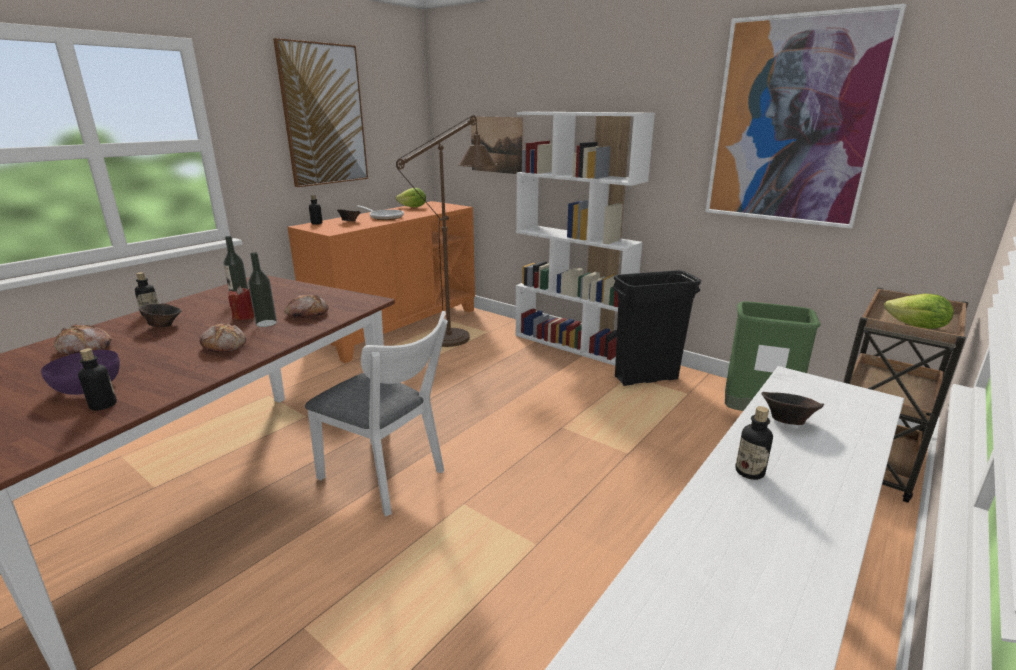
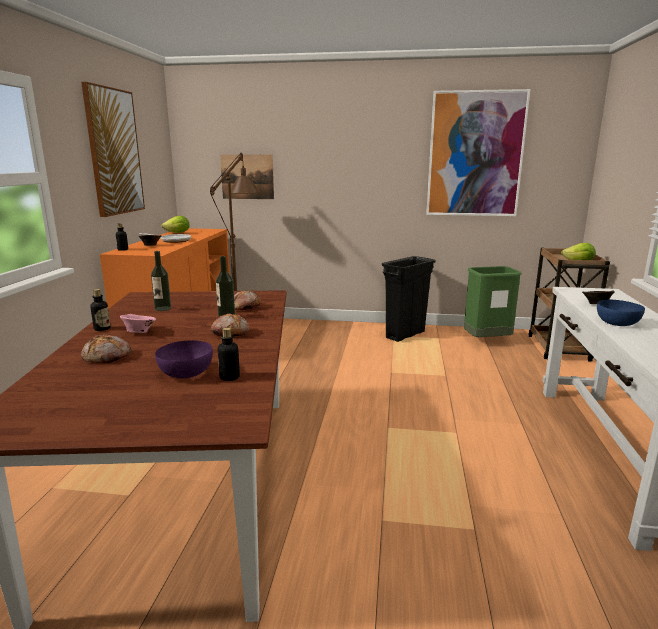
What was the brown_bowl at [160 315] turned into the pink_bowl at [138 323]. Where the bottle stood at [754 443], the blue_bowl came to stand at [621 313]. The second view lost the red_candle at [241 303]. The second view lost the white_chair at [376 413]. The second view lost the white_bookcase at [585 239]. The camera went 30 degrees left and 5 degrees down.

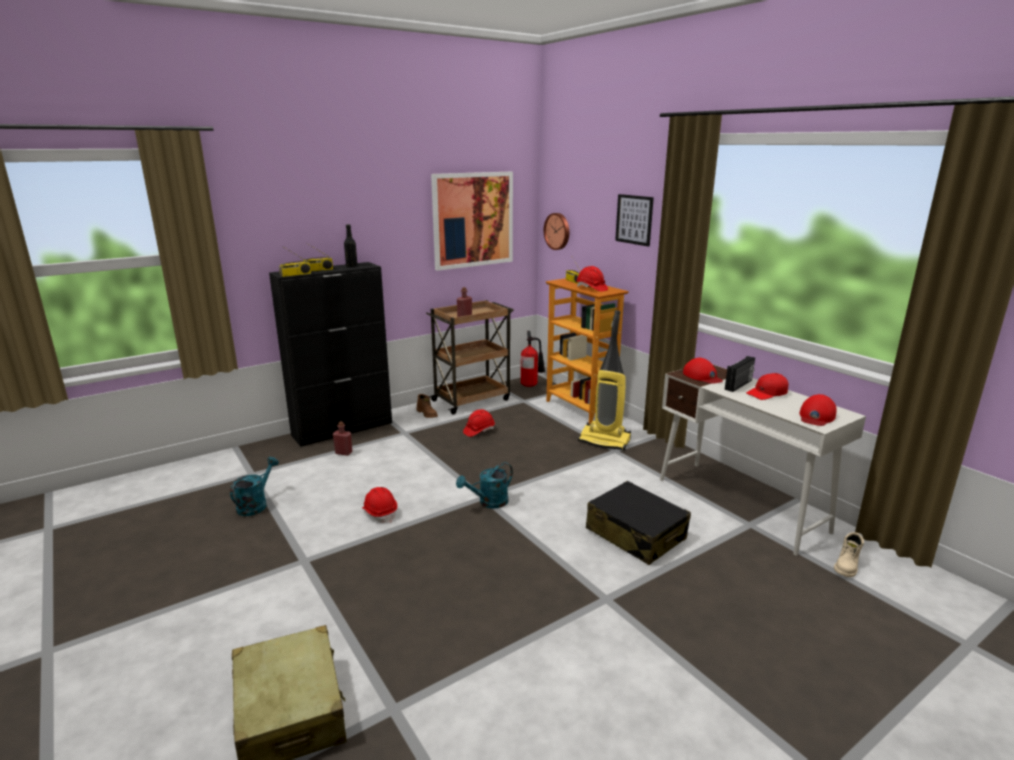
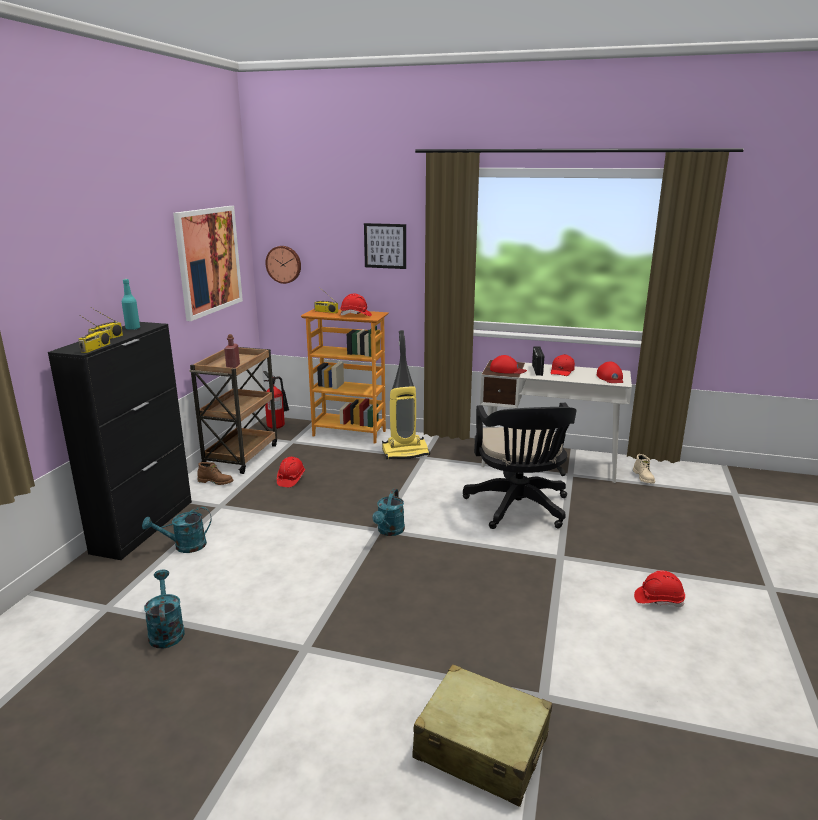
What was the black_bottle at [351 245] turned into the turquoise_bottle at [131 304]. Where the red_bottle stood at [342 439], the turquoise_watering_can came to stand at [176 530]. Where the black_suitcase stood at [638 523], the black_office_chair came to stand at [519 466]. The red_hard_hat ended up elsewhere, having gone from [379 505] to [659 589]. The camera went 40 degrees left and 0 degrees up.

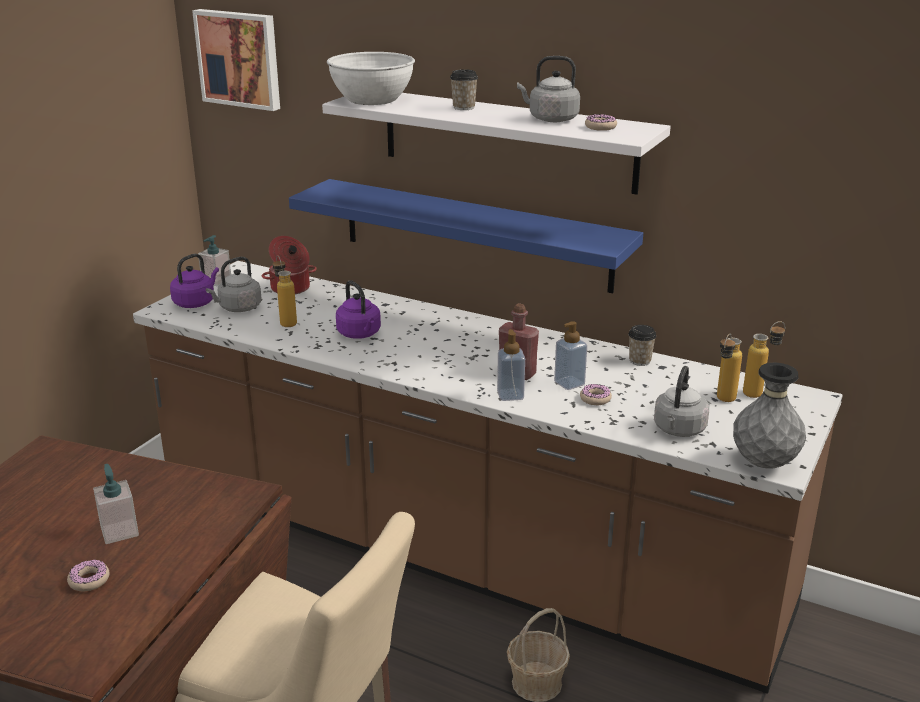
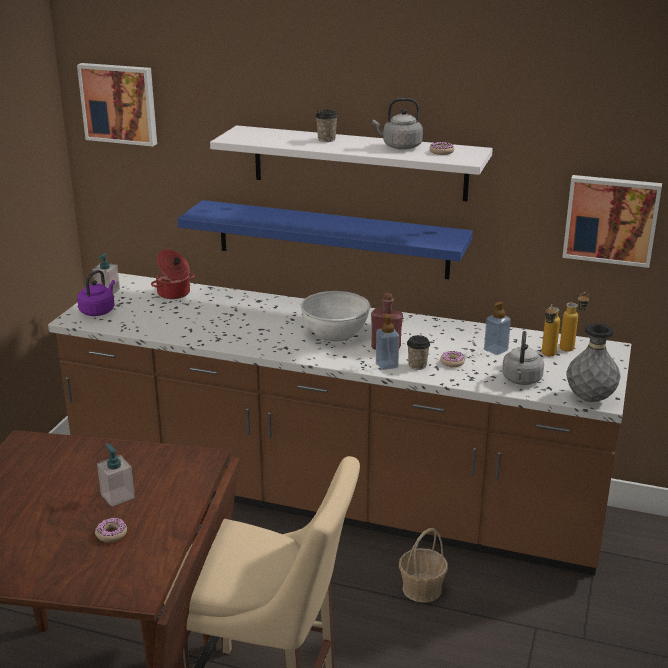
The white_bowl ended up elsewhere, having gone from [371 78] to [336 316]. The cup ended up elsewhere, having gone from [642 345] to [418 352]. The soap_dispenser ended up elsewhere, having gone from [570 355] to [497 328]. The second view gained the picture at [612 221]. The second view lost the grey_kettle at [234 284]. The second view lost the bottle at [285 291]. The second view lost the purple_kettle at [358 309]. The camera went 10 degrees left and 0 degrees up.

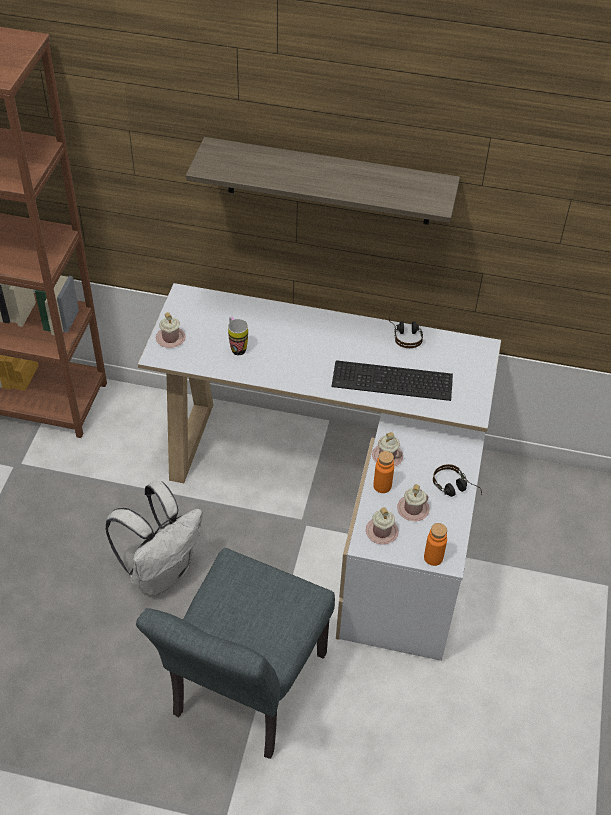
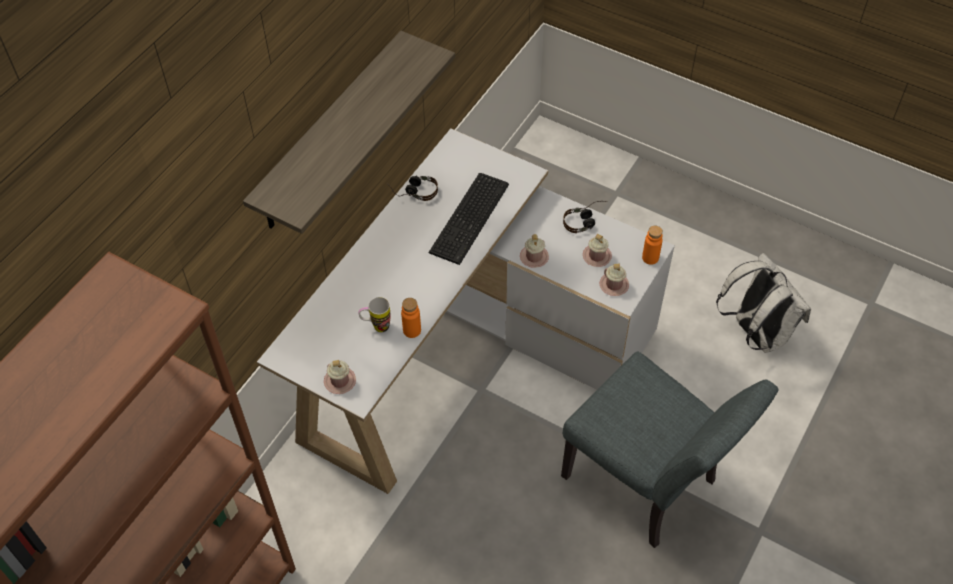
The orange_bottle ended up elsewhere, having gone from [383 472] to [411 318]. The white_backpack ended up elsewhere, having gone from [154 538] to [763 303]. The camera went 70 degrees left and 5 degrees up.

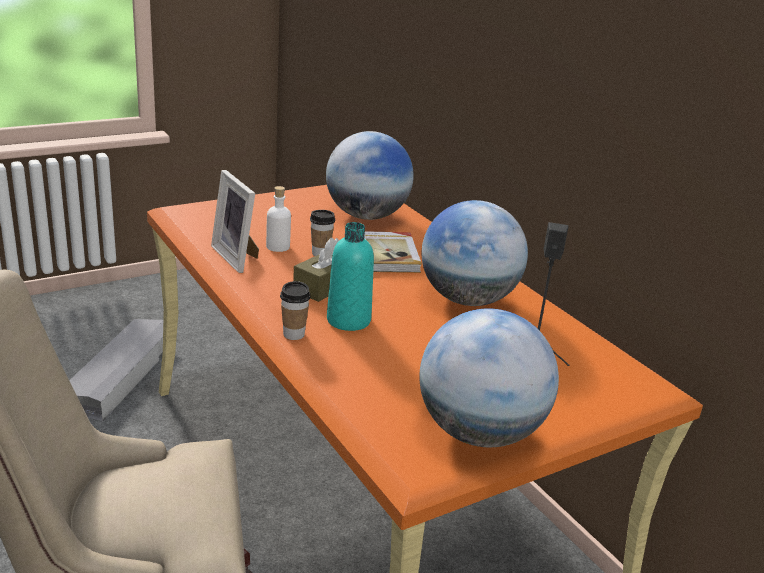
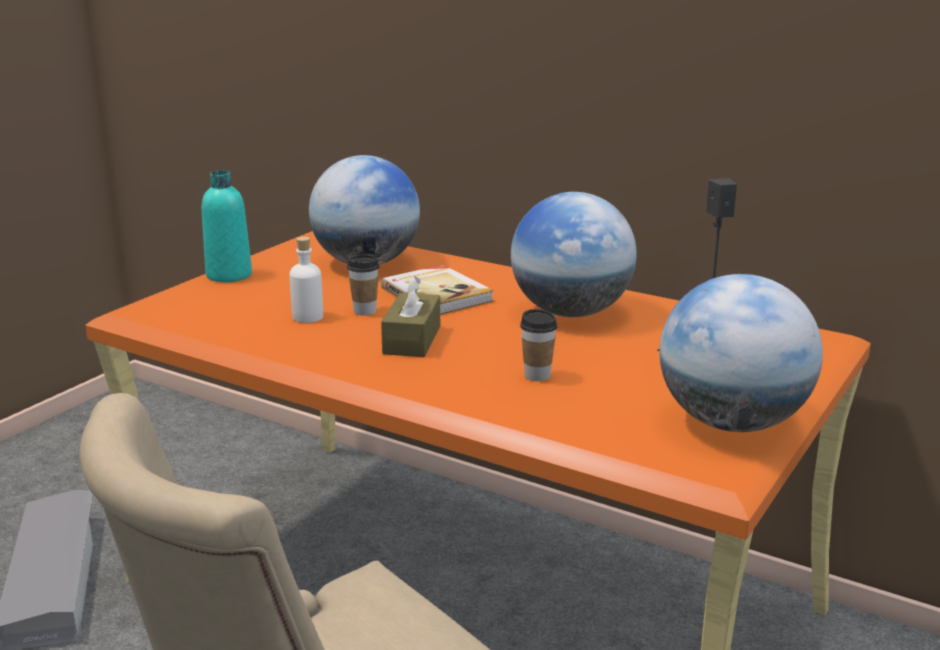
The turquoise_bottle ended up elsewhere, having gone from [350 276] to [227 226]. The cup ended up elsewhere, having gone from [295 310] to [538 345]. The second view lost the picture_frame at [235 221]. The camera went 25 degrees left and 5 degrees down.

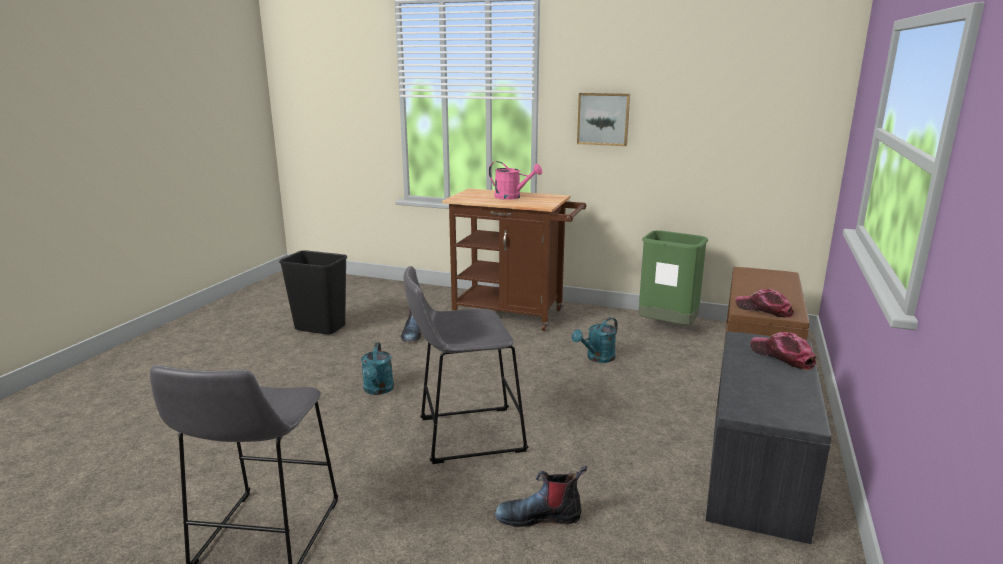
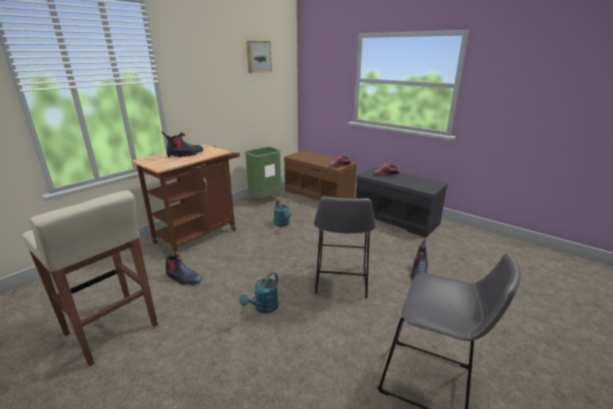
Where the black_trash_can stood at [313 292], the beige_stool came to stand at [90 278]. Where the pink_watering_can stood at [515 180], the boot came to stand at [182 144]. The turquoise_watering_can at [377 368] ended up facing another way, 105 degrees clockwise from before. The picture ended up elsewhere, having gone from [603 119] to [259 57]. The camera went 70 degrees left and 5 degrees up.

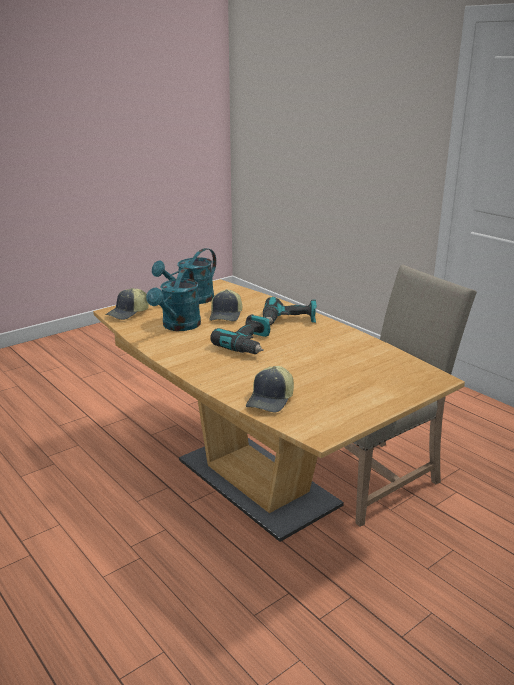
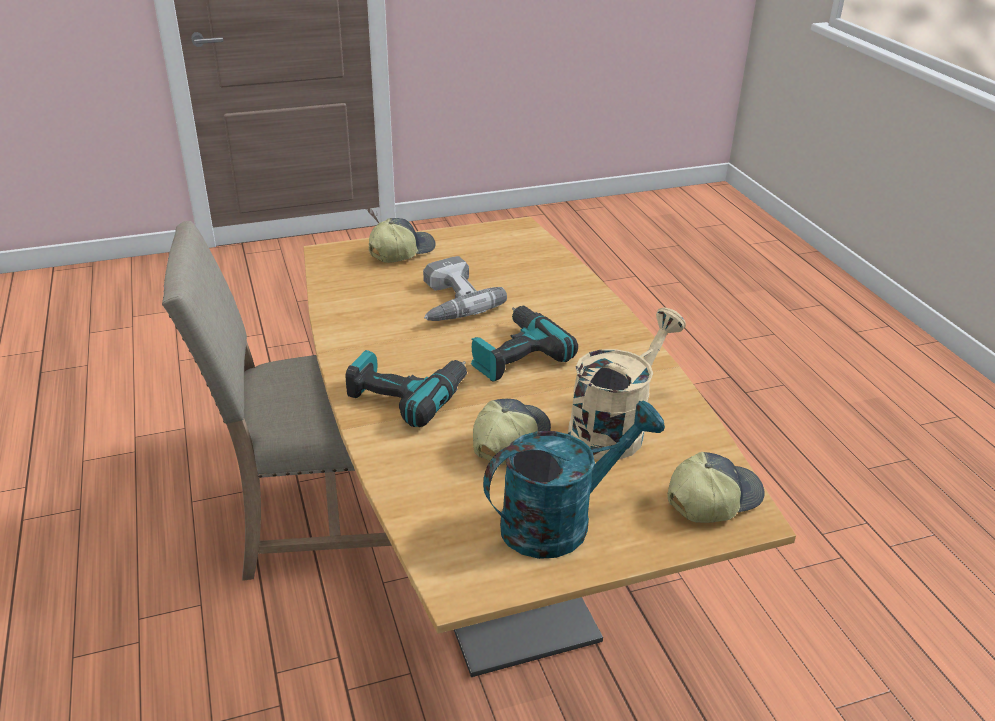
The cap ended up elsewhere, having gone from [270 389] to [402 240]. The second view gained the power_drill at [465 288]. What was the turquoise_watering_can at [173 299] turned into the beige_watering_can at [627 383]. The camera went 160 degrees left and 10 degrees up.

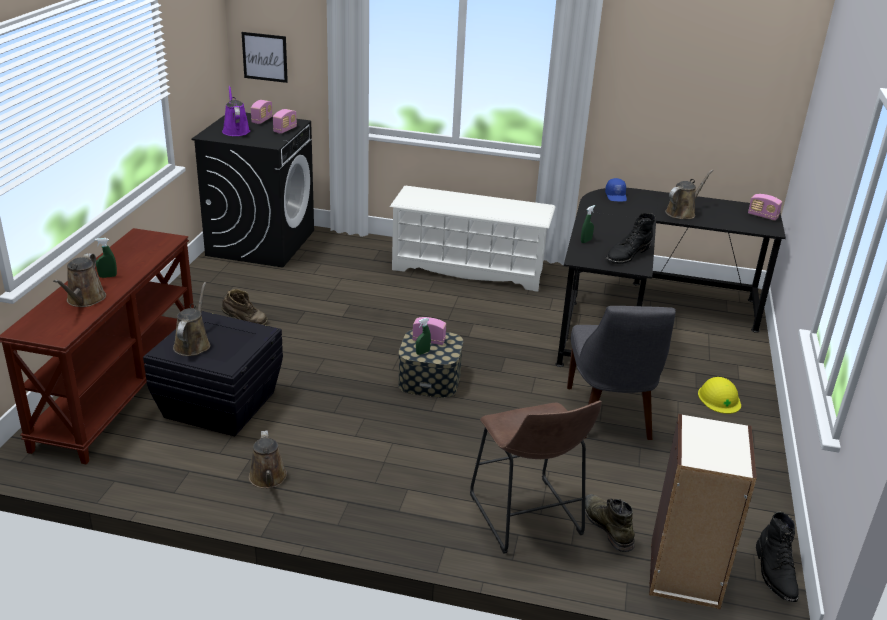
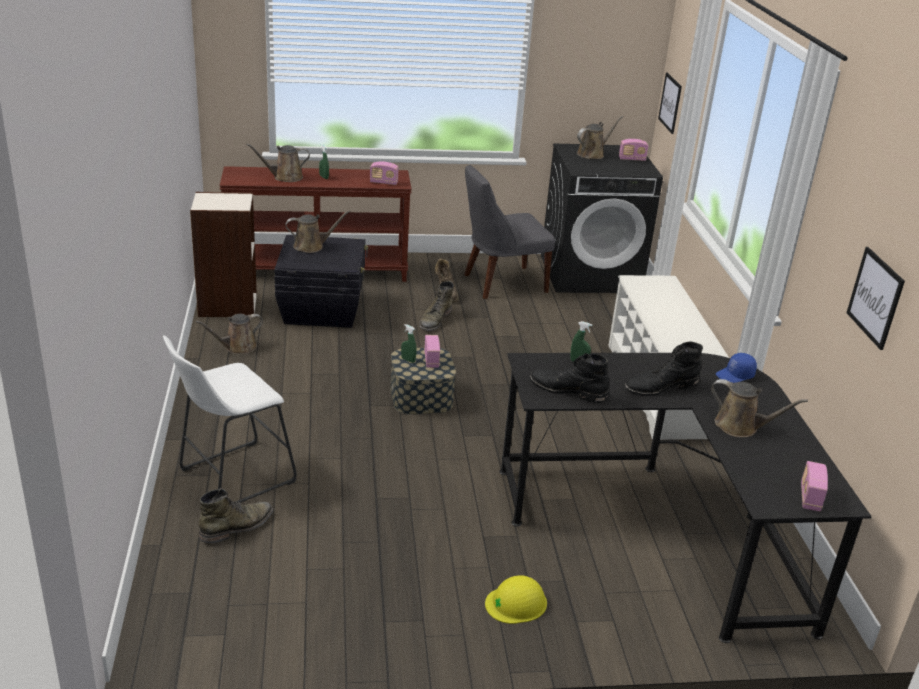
What was the brown_stool at [536 477] turned into the white_stool at [230 419]. The bookcase ended up elsewhere, having gone from [703 511] to [223 254]. The radio ended up elsewhere, having gone from [285 121] to [384 173]. The second view gained the green_boot at [436 306]. The grey_chair ended up elsewhere, having gone from [621 373] to [509 232]. What was the purple_watering_can at [236 111] turned into the brown_watering_can at [600 137]. The black_boot ended up elsewhere, having gone from [777 557] to [664 368]. The second view gained the picture at [876 298]. The camera went 70 degrees right and 0 degrees up.

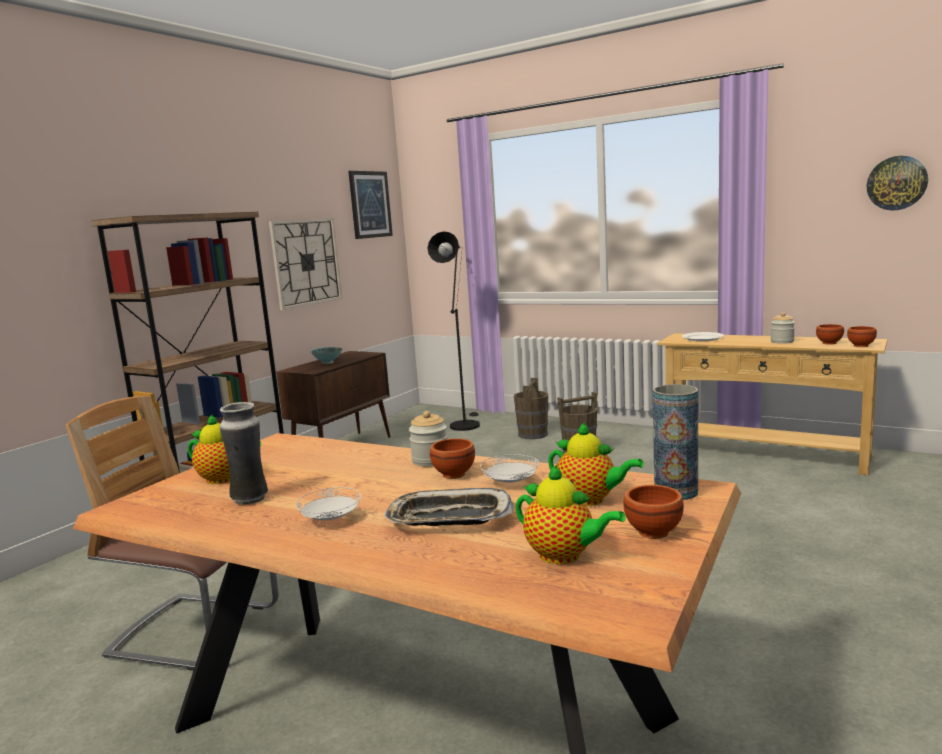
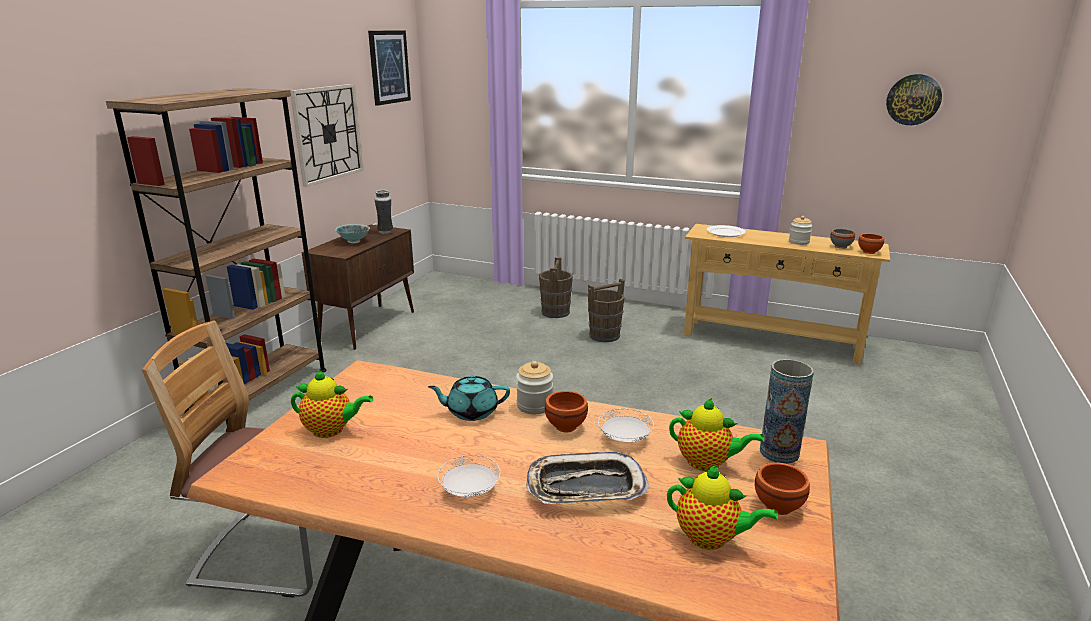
The vase ended up elsewhere, having gone from [244 453] to [384 212]. The second view gained the turquoise_teapot at [469 398]. What was the brown_bowl at [830 334] turned into the grey_bowl at [842 239]. The second view lost the black_floor_lamp at [454 331]. The camera went 10 degrees left and 10 degrees up.

